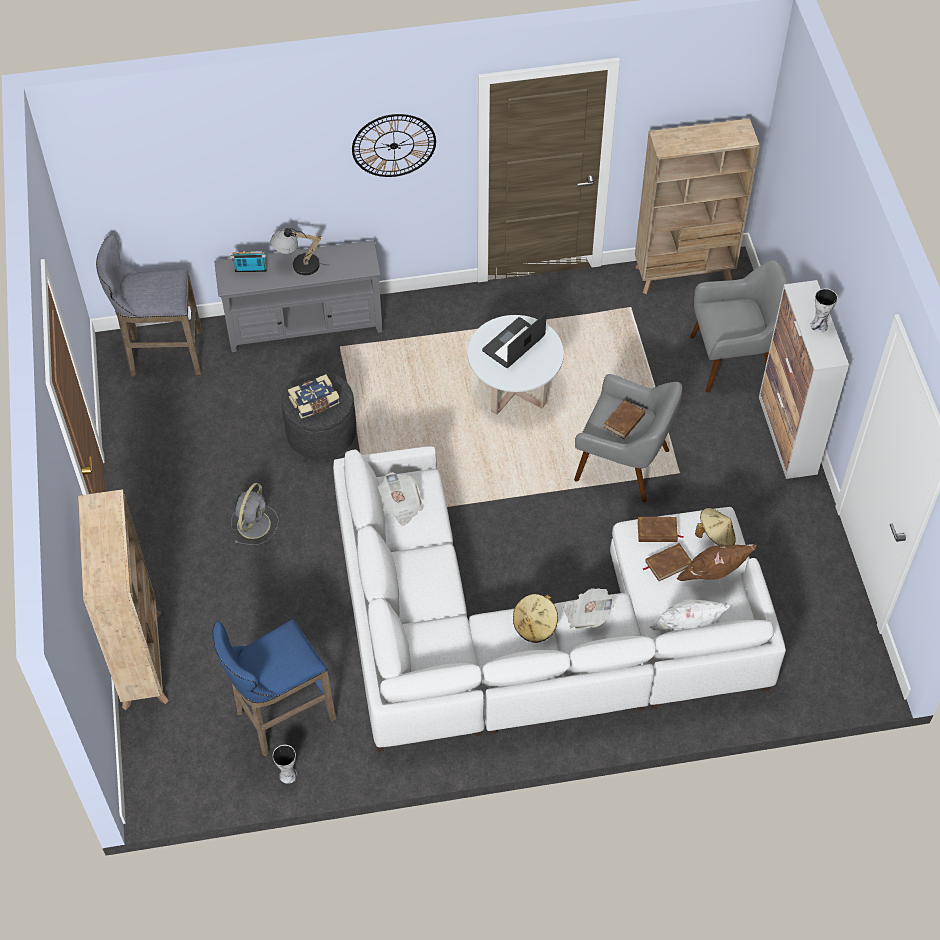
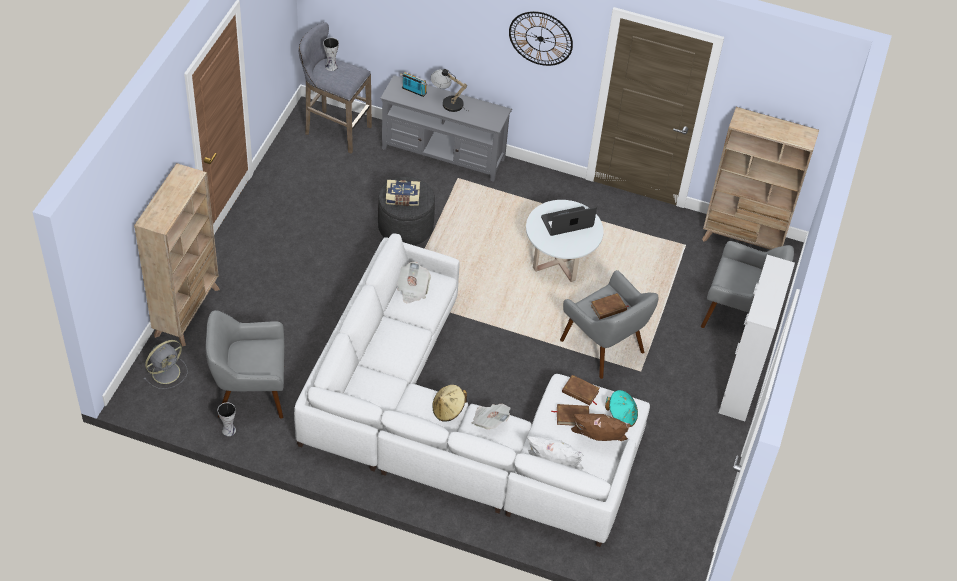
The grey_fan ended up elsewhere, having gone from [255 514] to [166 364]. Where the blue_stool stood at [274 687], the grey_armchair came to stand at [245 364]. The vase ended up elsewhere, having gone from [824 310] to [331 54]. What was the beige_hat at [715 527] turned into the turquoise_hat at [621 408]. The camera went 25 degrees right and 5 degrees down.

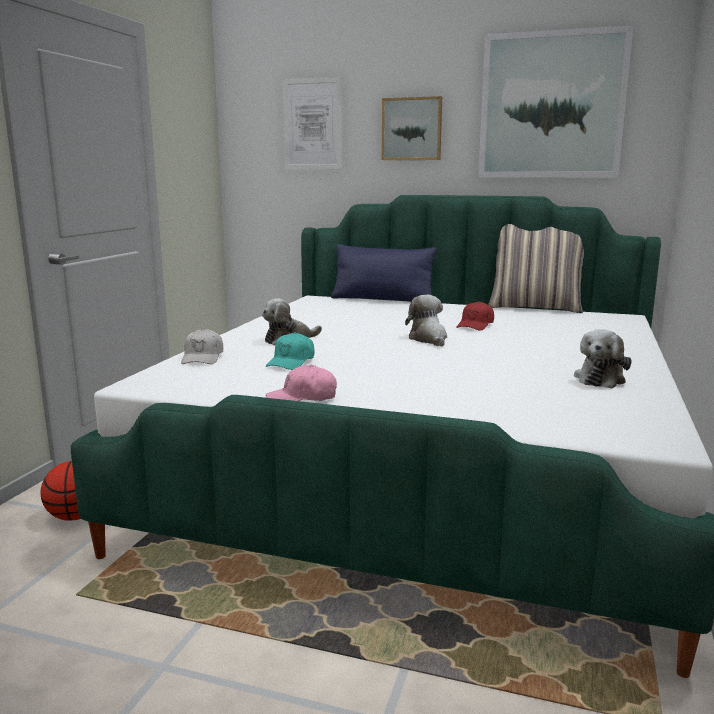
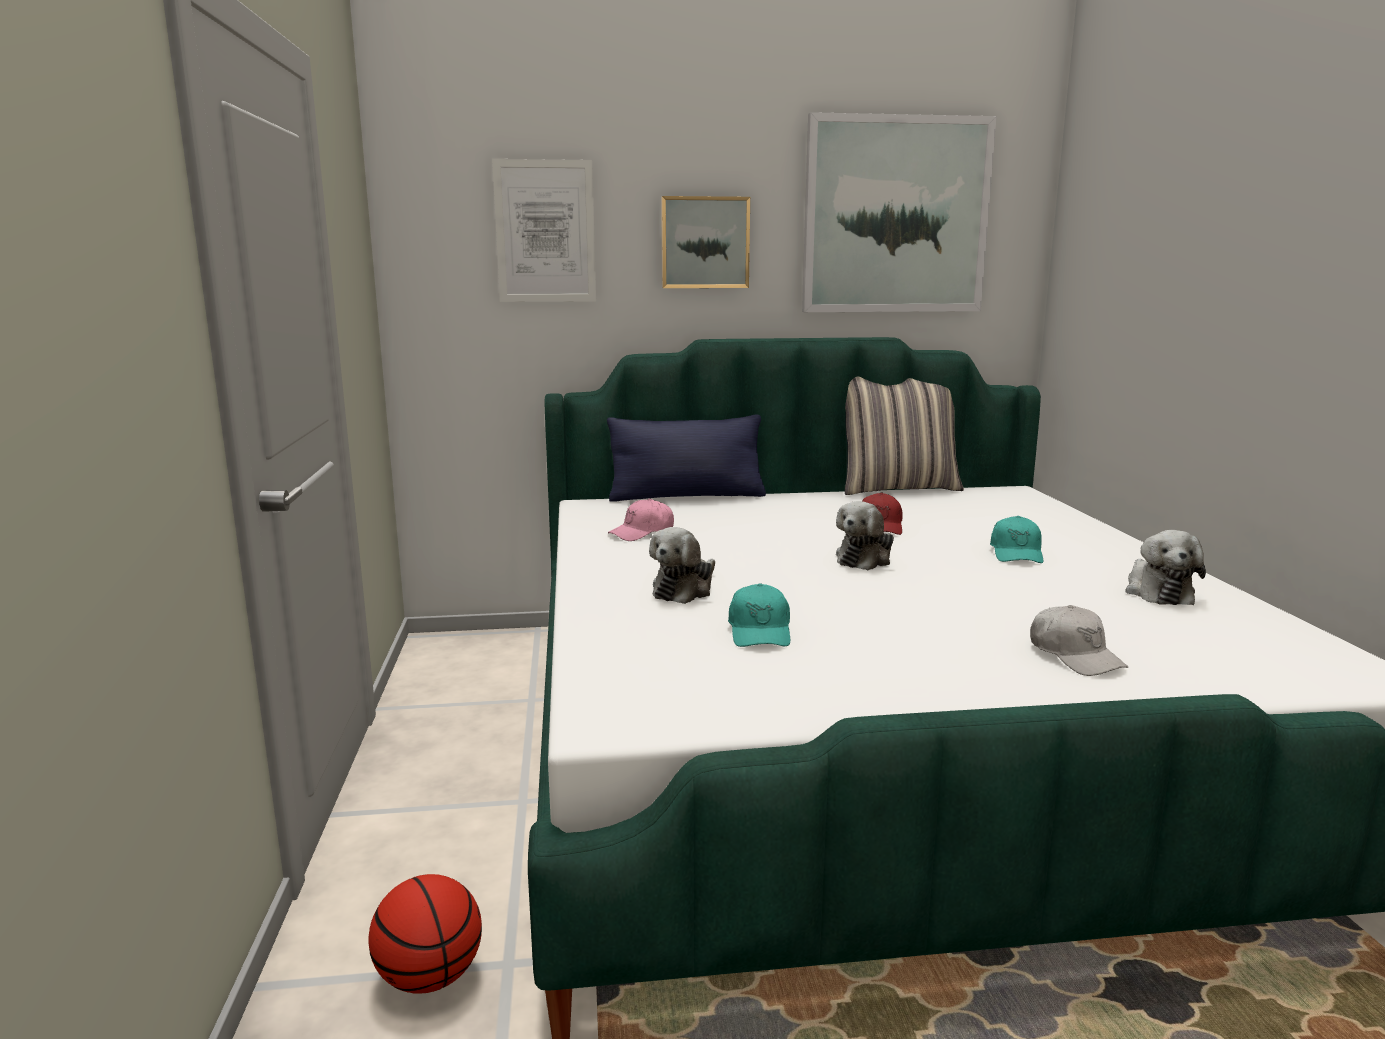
The pink_cap ended up elsewhere, having gone from [301 383] to [641 519]. The plush_toy at [426 320] ended up facing another way, 105 degrees counterclockwise from before. The second view gained the turquoise_cap at [1016 539]. The white_cap ended up elsewhere, having gone from [202 346] to [1079 640]. The camera went 25 degrees left and 0 degrees up.

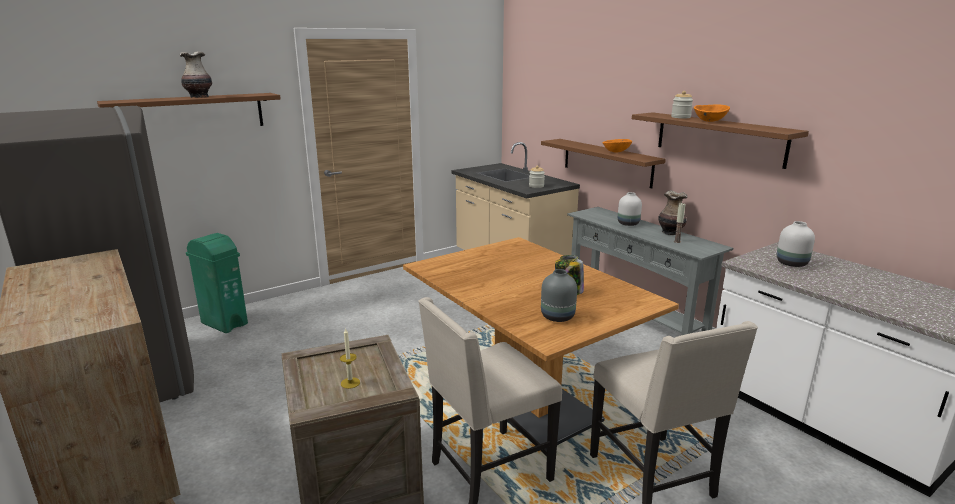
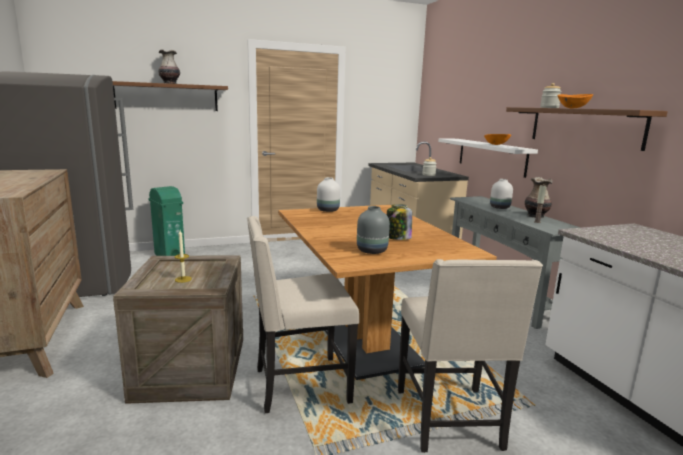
The white_vase ended up elsewhere, having gone from [796 244] to [328 194]. What was the brown_shelf at [603 164] turned into the white_shelf at [488 158]. The camera went 15 degrees right and 5 degrees down.

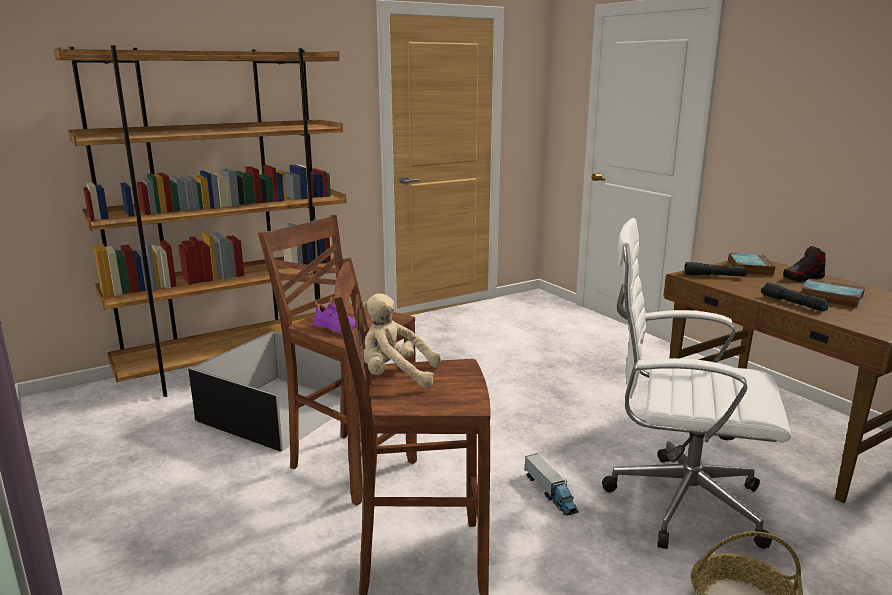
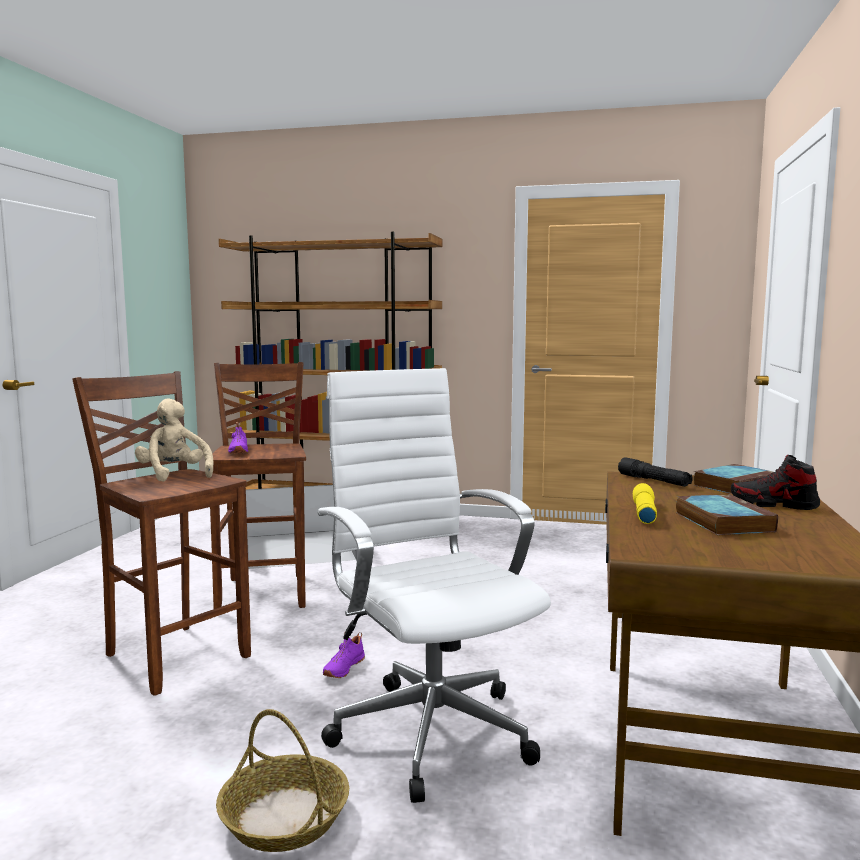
Where the toy_truck stood at [552 484], the purple_shoe came to stand at [344 655]. What was the black_flashlight at [795 296] turned into the yellow_flashlight at [645 503]. The camera went 45 degrees right and 10 degrees down.

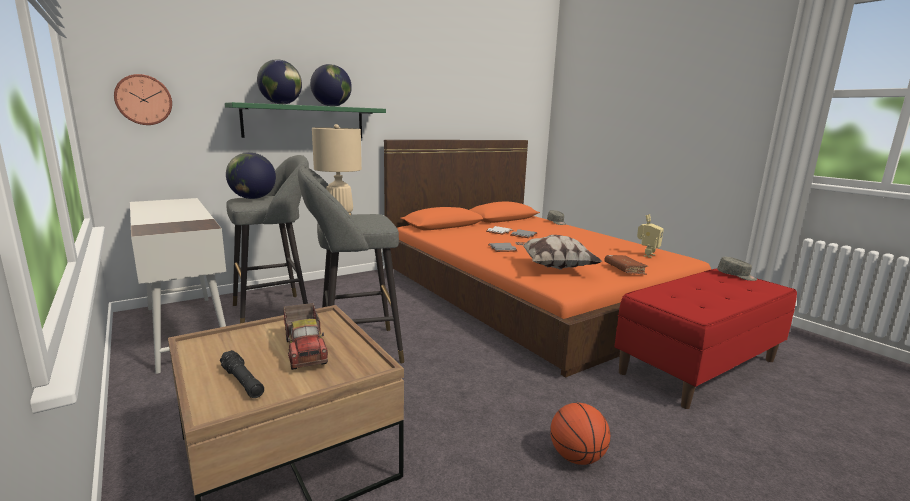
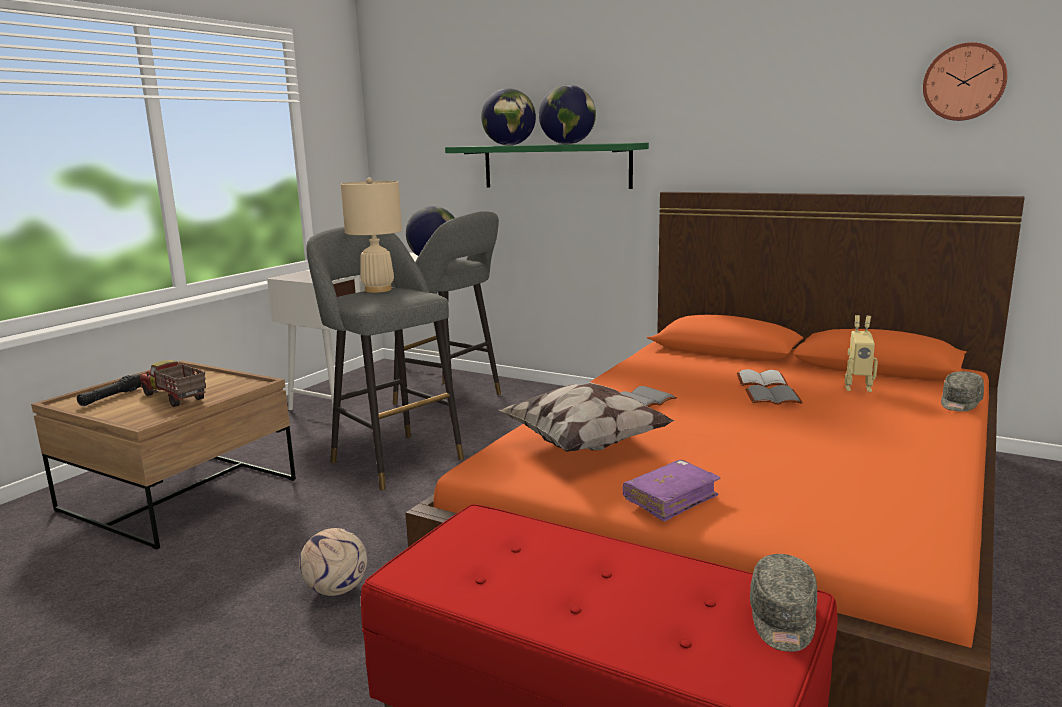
The toy_truck at [305 336] ended up facing another way, 90 degrees clockwise from before. The second view gained the football at [333 562]. What was the brown_book at [626 265] turned into the purple_book at [671 491]. The toy_robot ended up elsewhere, having gone from [650 236] to [861 353]. The wall_clock ended up elsewhere, having gone from [143 99] to [965 81]. The second view lost the basketball at [580 434]. The camera went 65 degrees right and 0 degrees up.

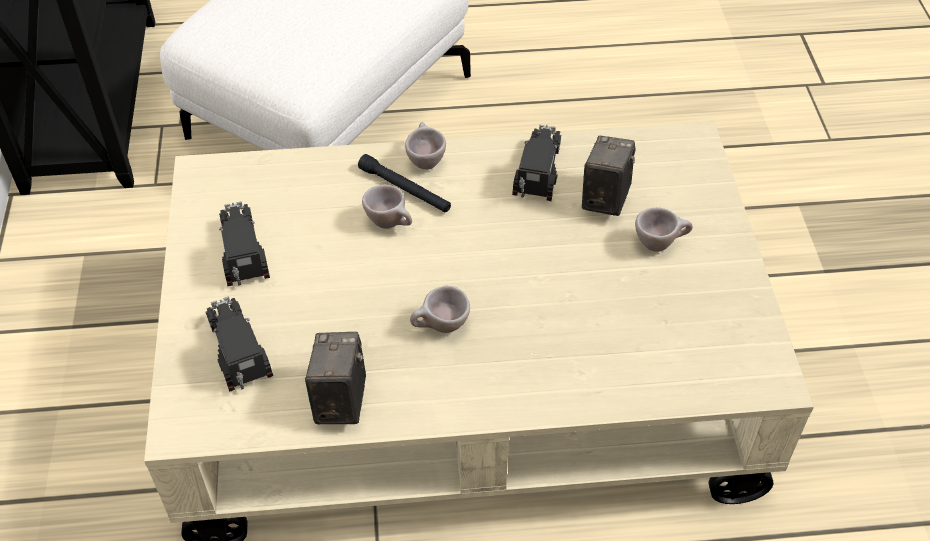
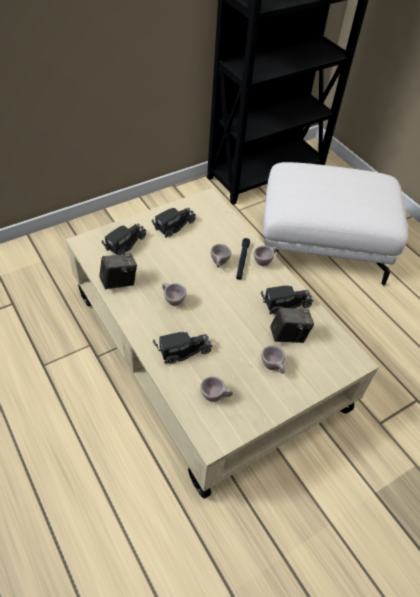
The second view gained the toy_truck at [183 347]. The second view gained the beige_cup at [216 389]. The camera went 60 degrees right and 0 degrees up.

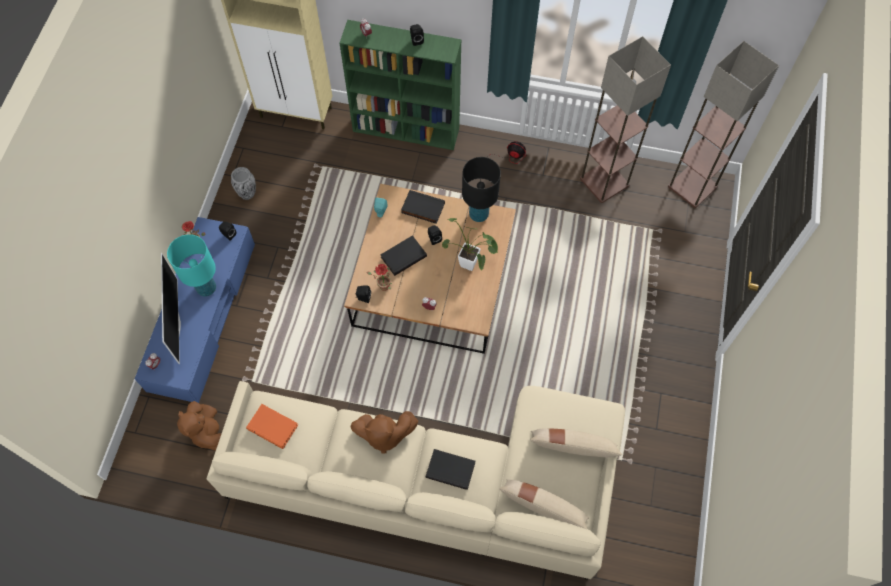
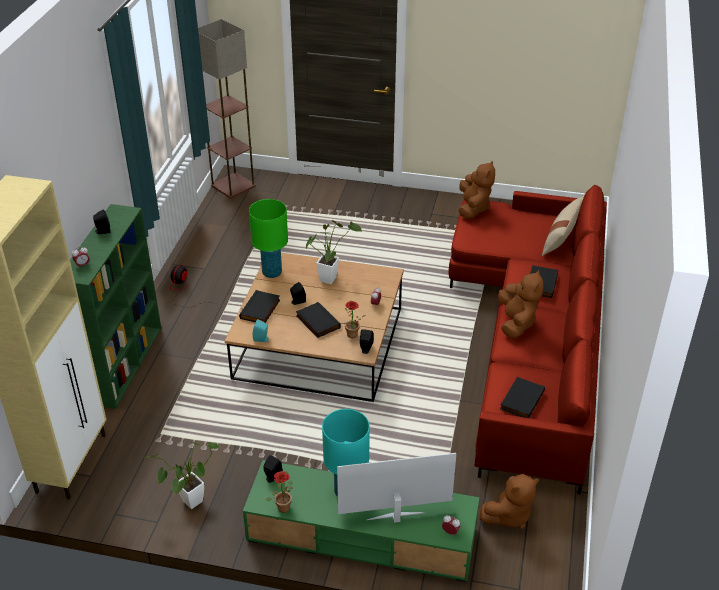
Where the vase stood at [243 183], the potted_plant came to stand at [181 475]. What was the blue_tv_stand at [195 310] turned into the green_tv_stand at [361 521]. What was the black_table_lamp at [481 189] turned into the green_table_lamp at [268 238]. What was the beige_sofa at [415 480] turned into the red_sofa at [528 340]. The second view gained the brown_plush_toy at [477 190]. What was the orange_book at [272 426] turned into the black_book at [522 397]. The second view lost the beige_pillow at [576 443]. The second view lost the floor_lamp at [625 119]. The camera went 90 degrees left and 25 degrees down.

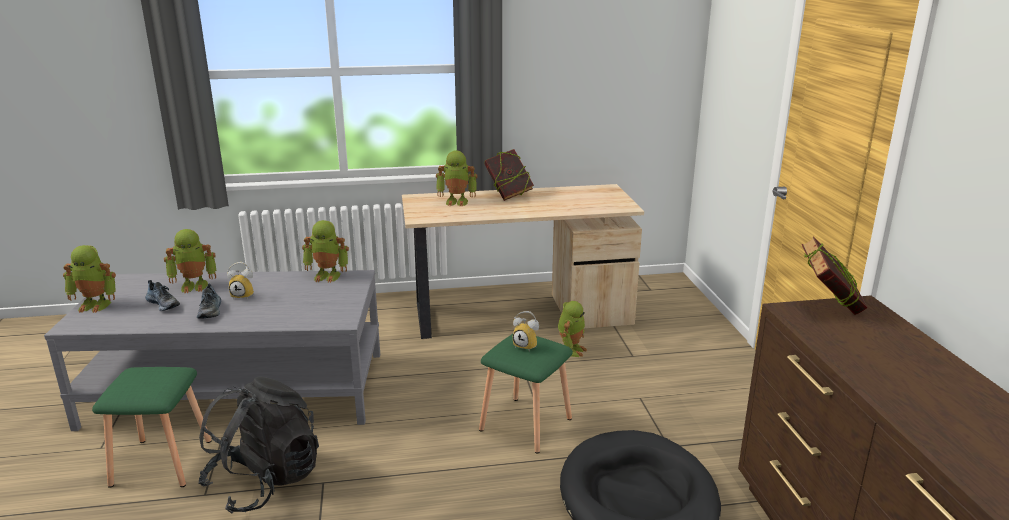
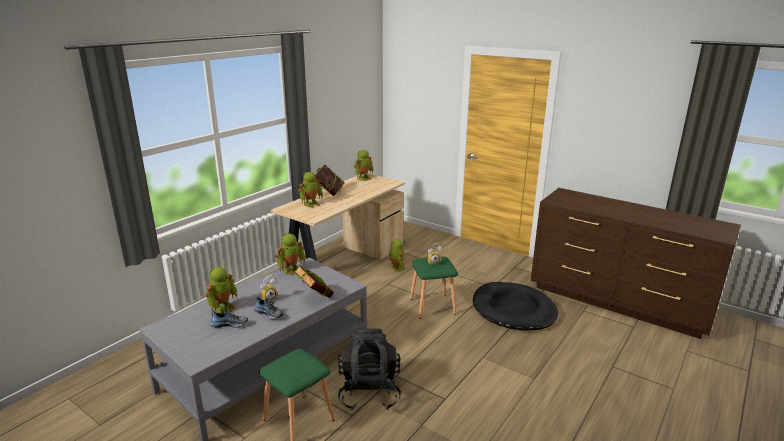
The book ended up elsewhere, having gone from [834 275] to [314 282]. The toy_robot ended up elsewhere, having gone from [89 279] to [363 165]. The camera went 45 degrees left and 0 degrees up.

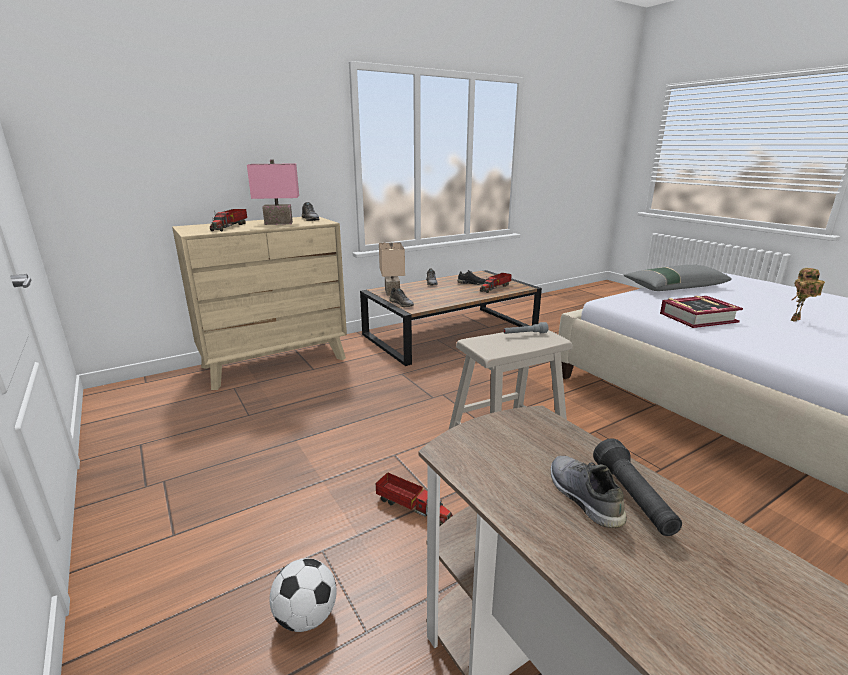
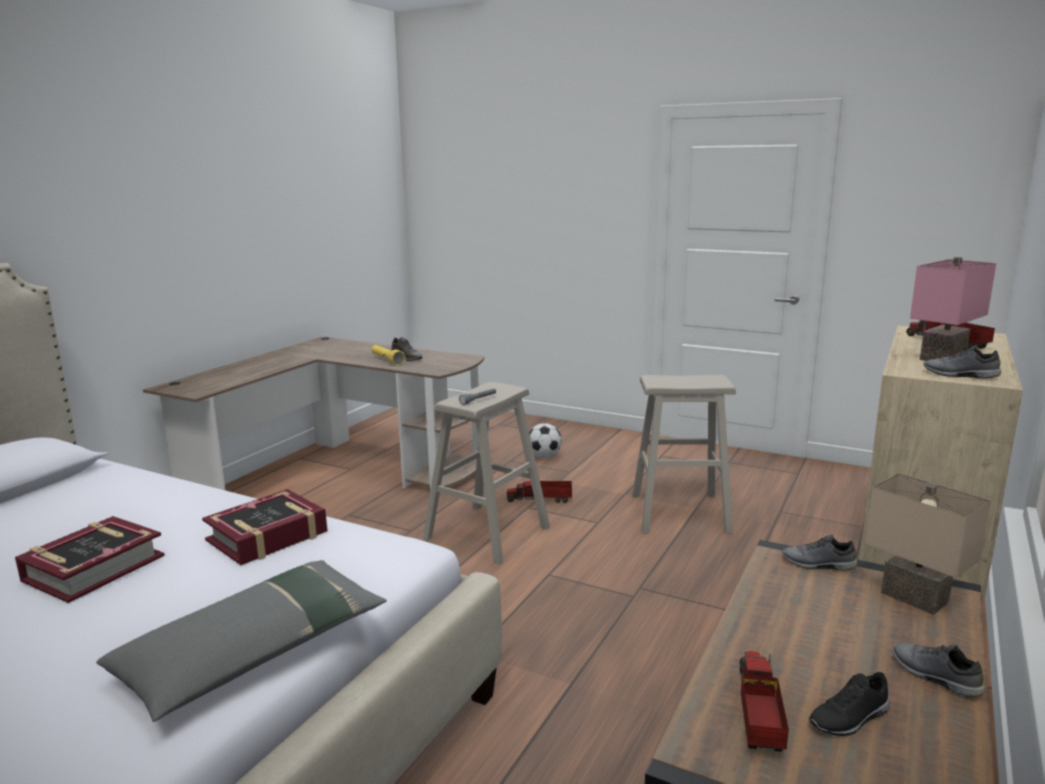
Where the toy_robot stood at [808 295], the book came to stand at [90 559]. What was the black_flashlight at [637 487] turned into the yellow_flashlight at [388 355]. The second view gained the beige_stool at [684 454]. The camera went 150 degrees right and 5 degrees down.

